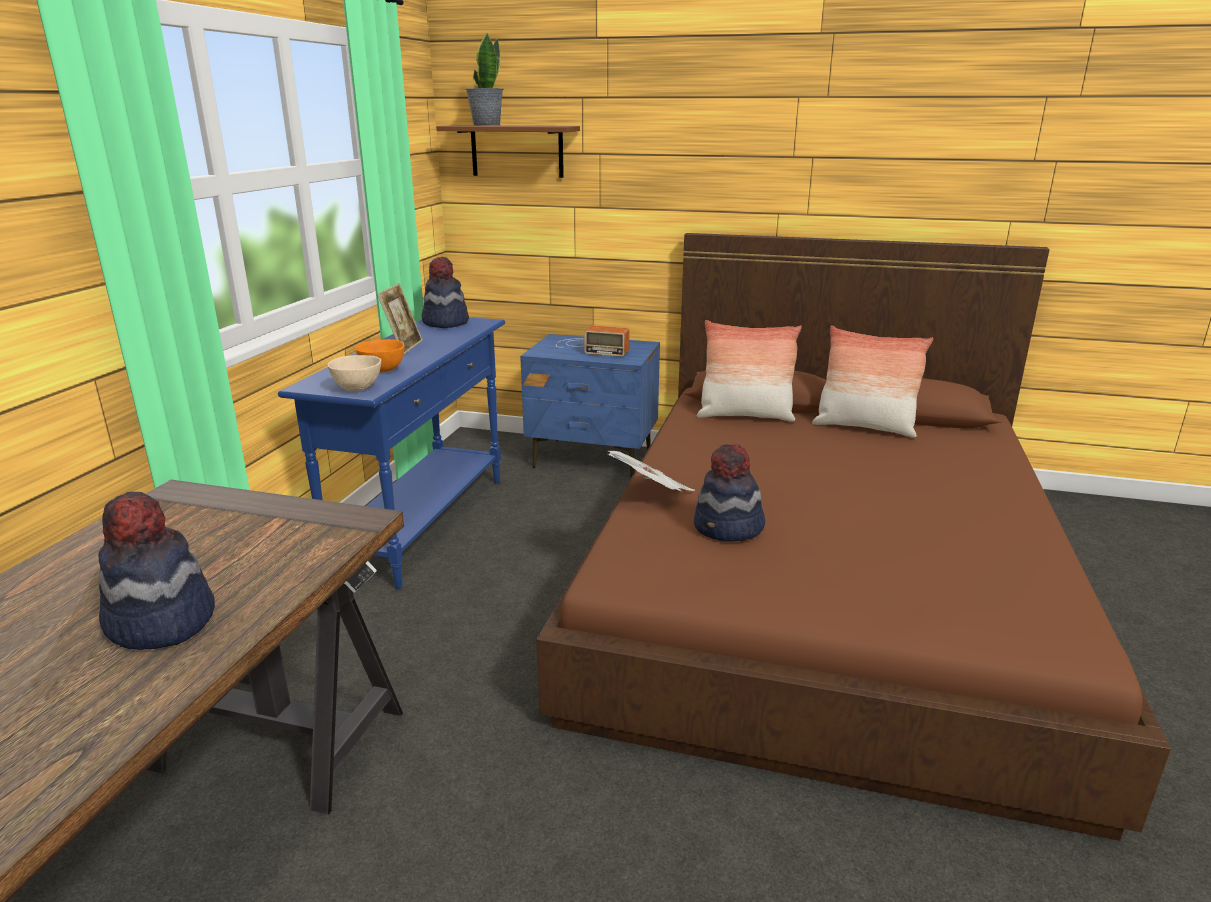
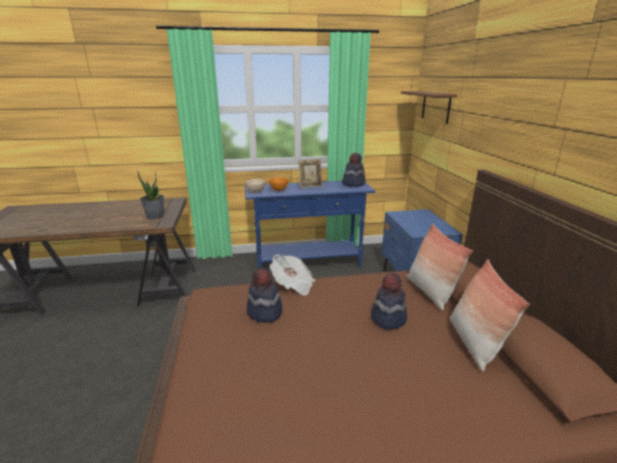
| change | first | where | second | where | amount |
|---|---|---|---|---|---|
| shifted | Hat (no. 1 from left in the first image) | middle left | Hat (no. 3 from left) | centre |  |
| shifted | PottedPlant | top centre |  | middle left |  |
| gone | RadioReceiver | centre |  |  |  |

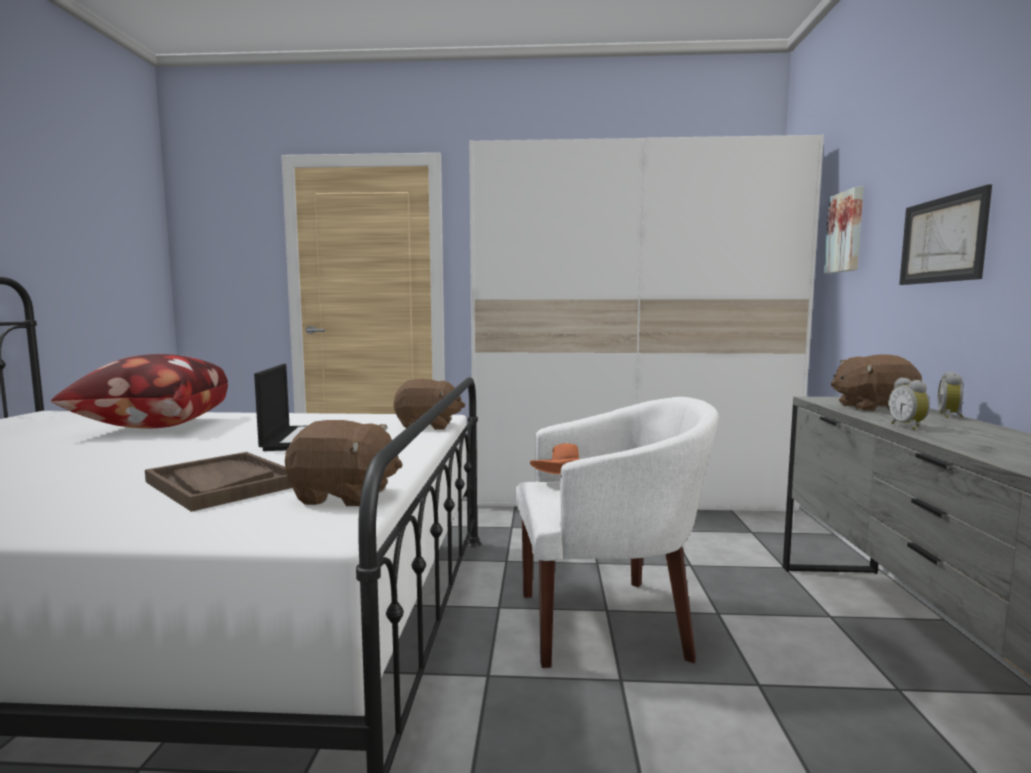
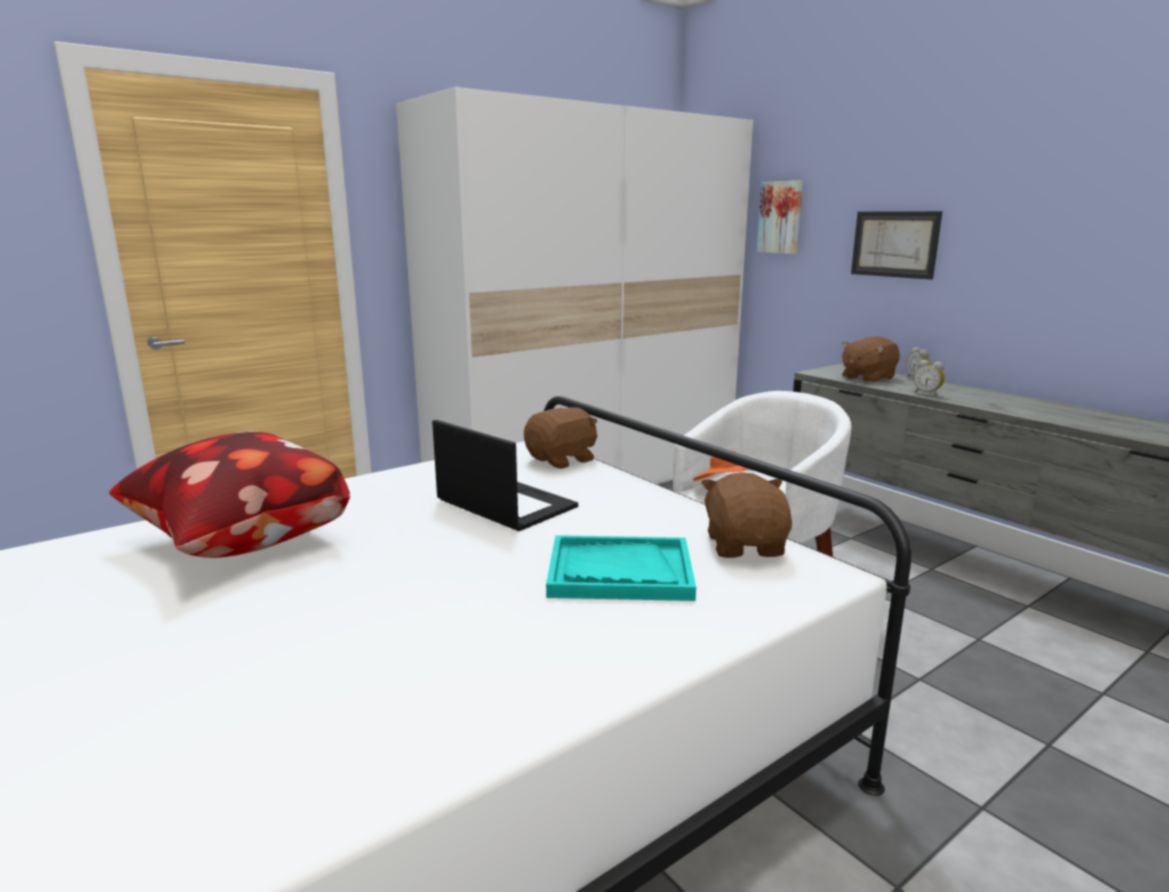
| change | first | where | second | where | amount |
|---|---|---|---|---|---|
| repainted | BrownTray | middle left | BlueGreenTray | centre |  |
| rotated | BrownSoftToy (no. 1 from left in the first image) | centre | BrownSoftToy (no. 2 from left) | centre | 60 degrees counterclockwise |

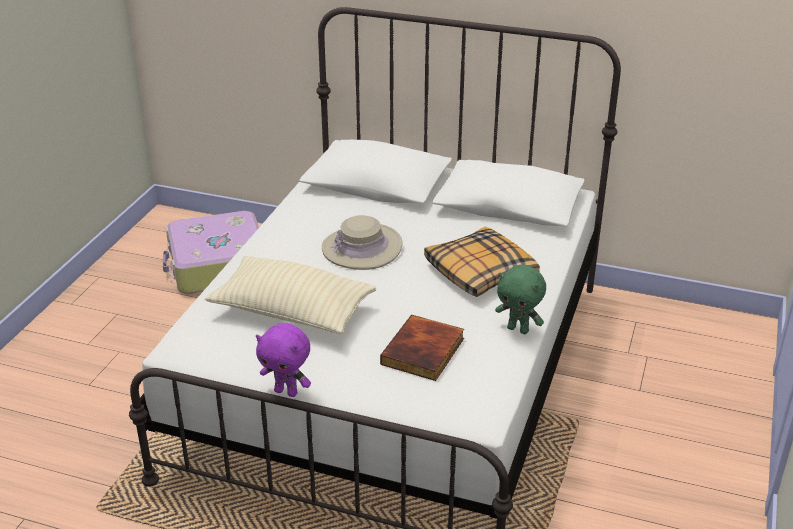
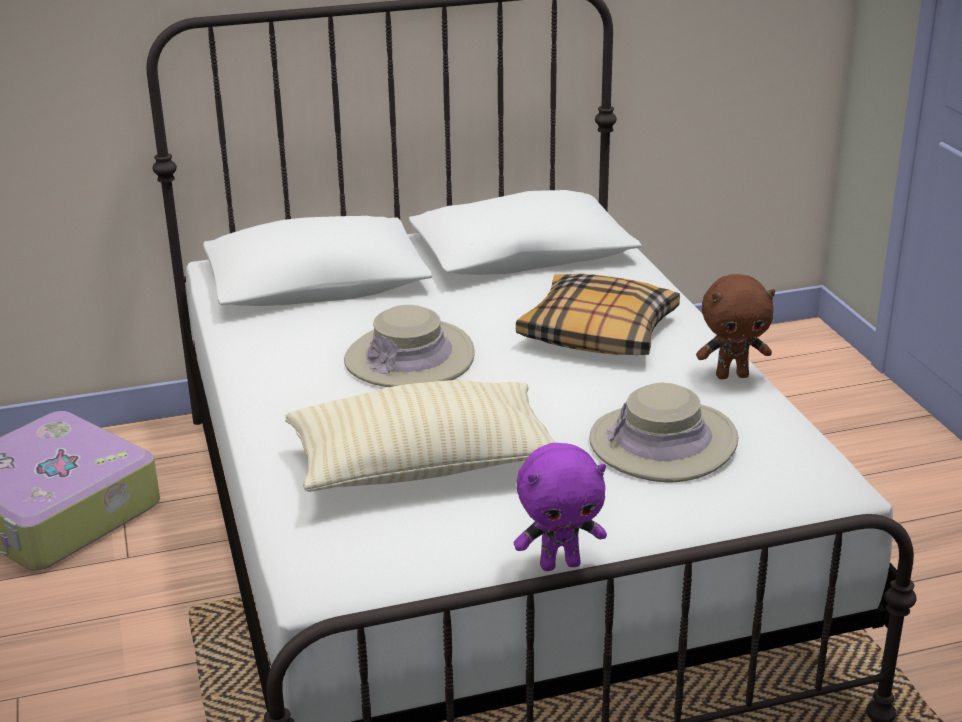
| change | first | where | second | where | amount |
|---|---|---|---|---|---|
| swapped | Book | centre | BeigeColouredHat (no. 2 from left) | middle right |  |
| repainted | GreenSoftToy | centre | BrownSoftToy | middle right |  |

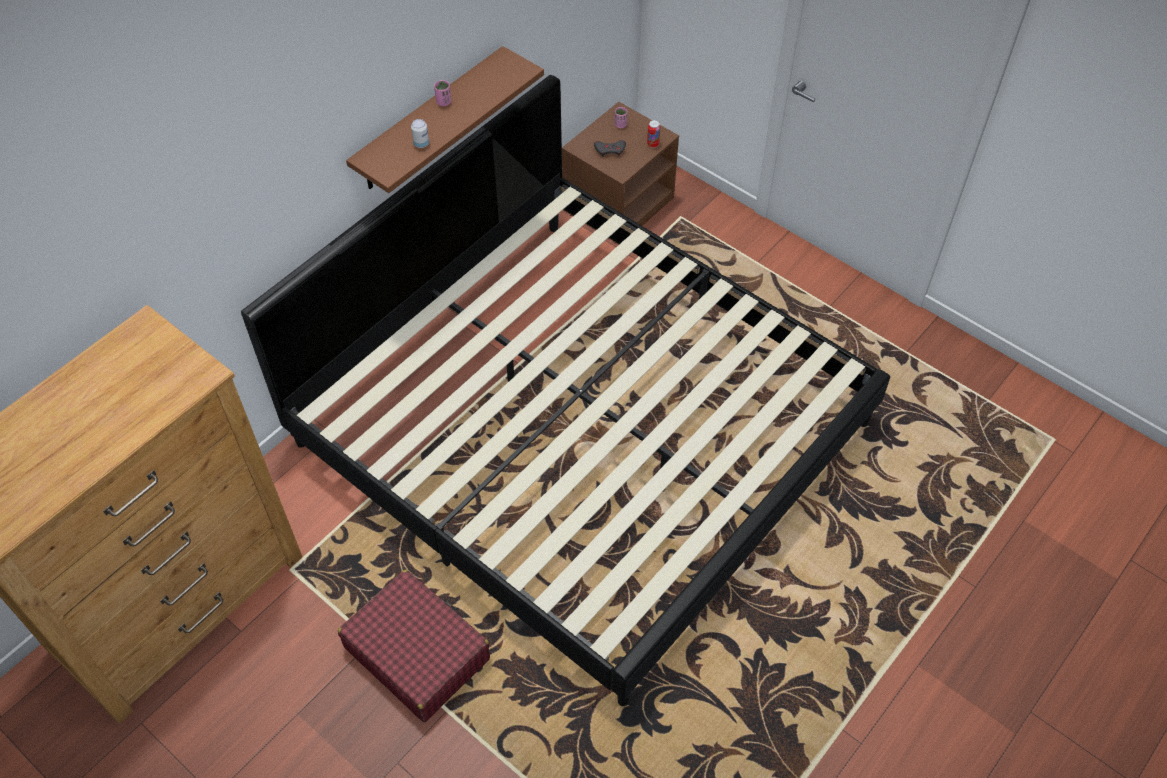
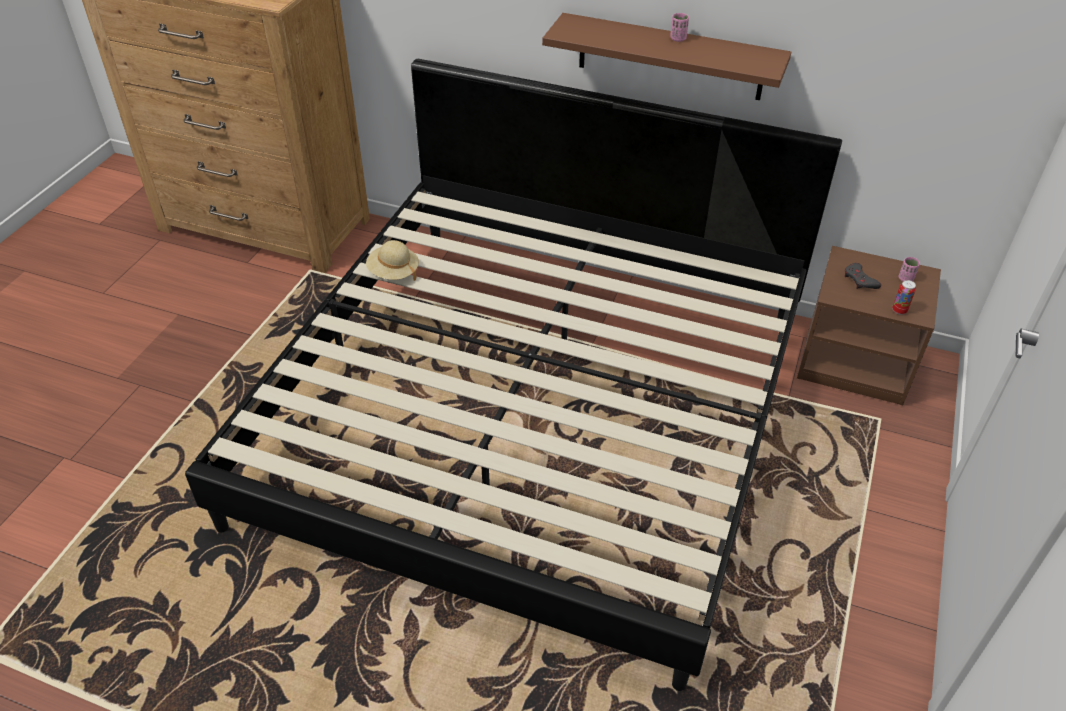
| change | first | where | second | where | amount |
|---|---|---|---|---|---|
| gone | RedColouredSuitcase | bottom centre |  |  |  |
| gone | Can (no. 1 from left) | top centre |  |  |  |
| new |  |  | BeigeColouredHat | centre |  |

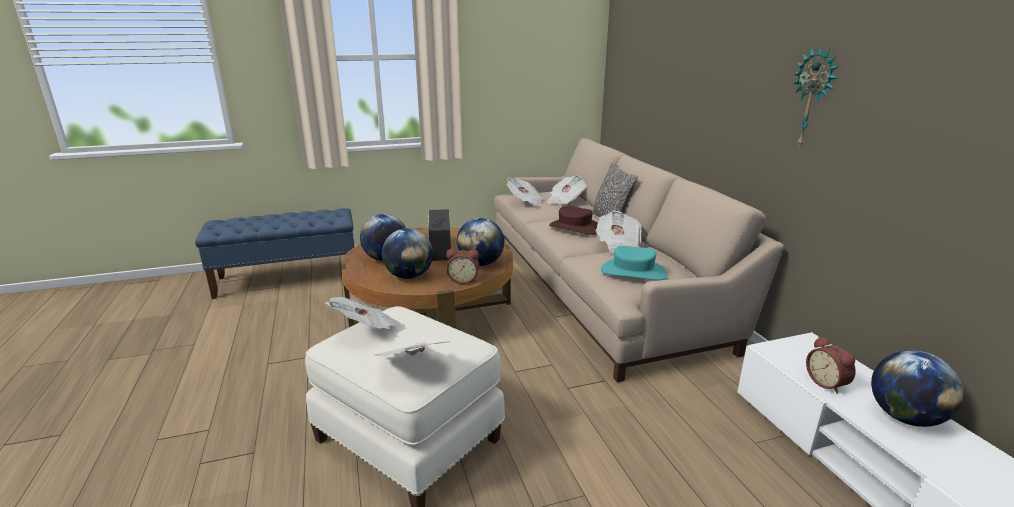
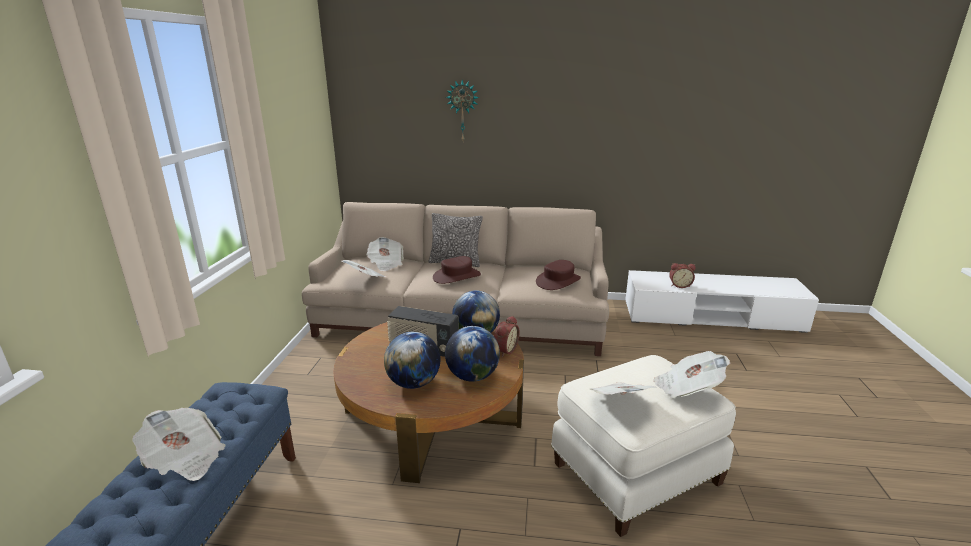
| change | first | where | second | where | amount |
|---|---|---|---|---|---|
| shifted | DailyPaper (no. 5 from left in the first image) | centre | DailyPaper (no. 1 from left) | bottom left |  |
| repainted | BlueGreenHat | centre | BrownHat (no. 2 from left) | centre |  |
| shifted | ClockOnTheWall | top right |  | top centre |  |
| gone | DeskGlobe (no. 4 from left) | bottom right |  |  |  |

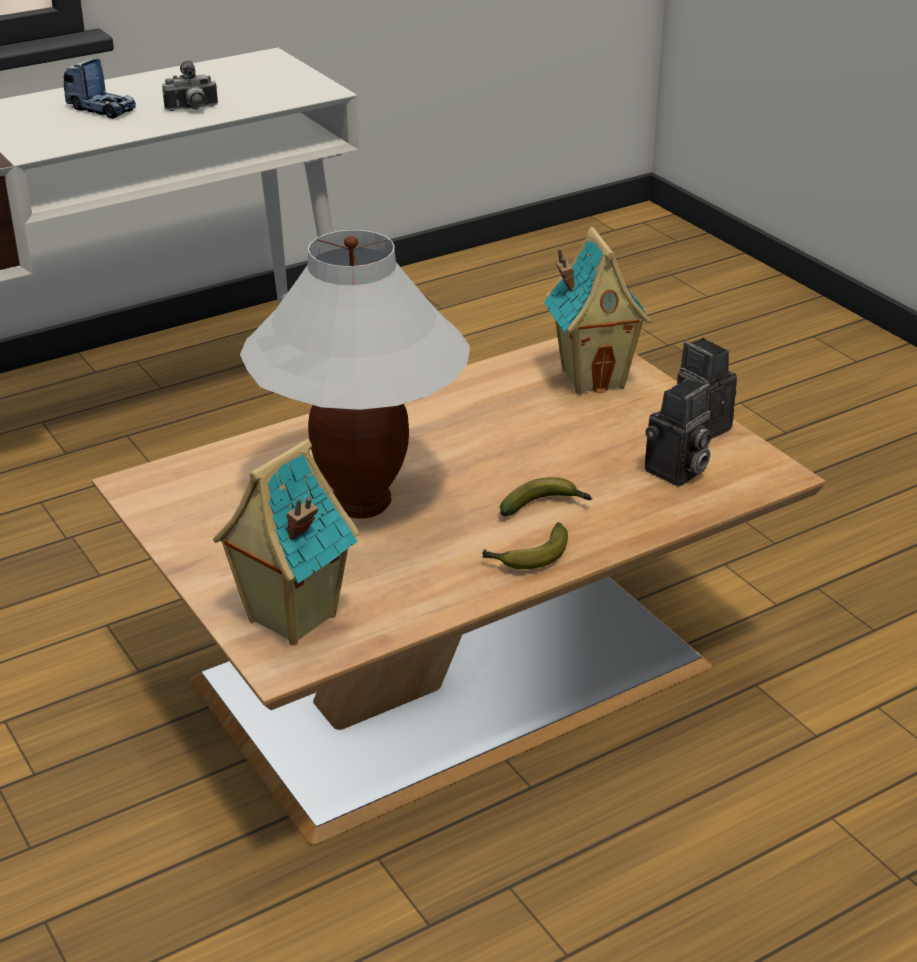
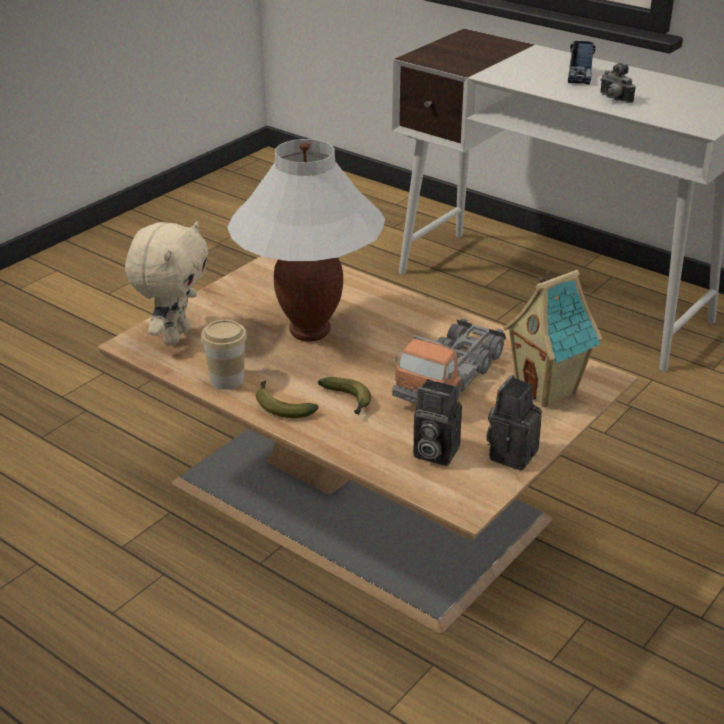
| change | first | where | second | where | amount |
|---|---|---|---|---|---|
| swapped | ToyHouse (no. 1 from left) | middle left | BeigeColouredSoftToy | middle left |  |
| new |  |  | DrinkingCup | middle left |  |
| new |  |  | ToyLorry (no. 1 from left) | centre |  |

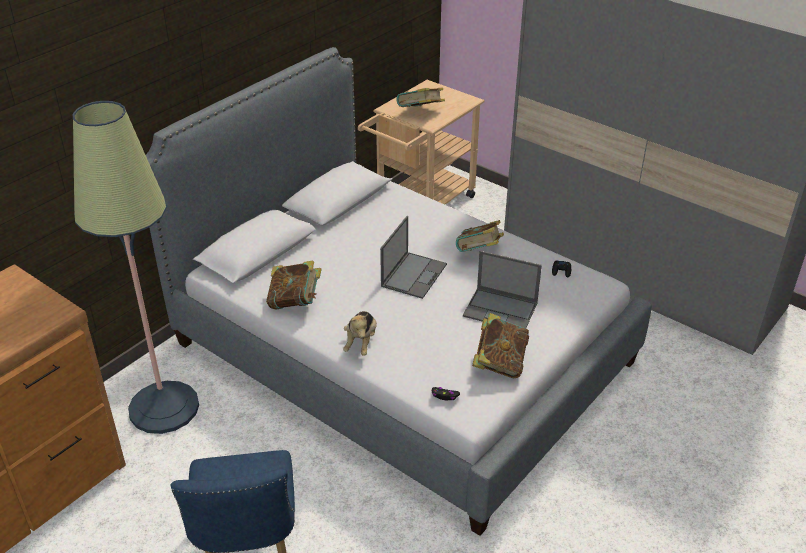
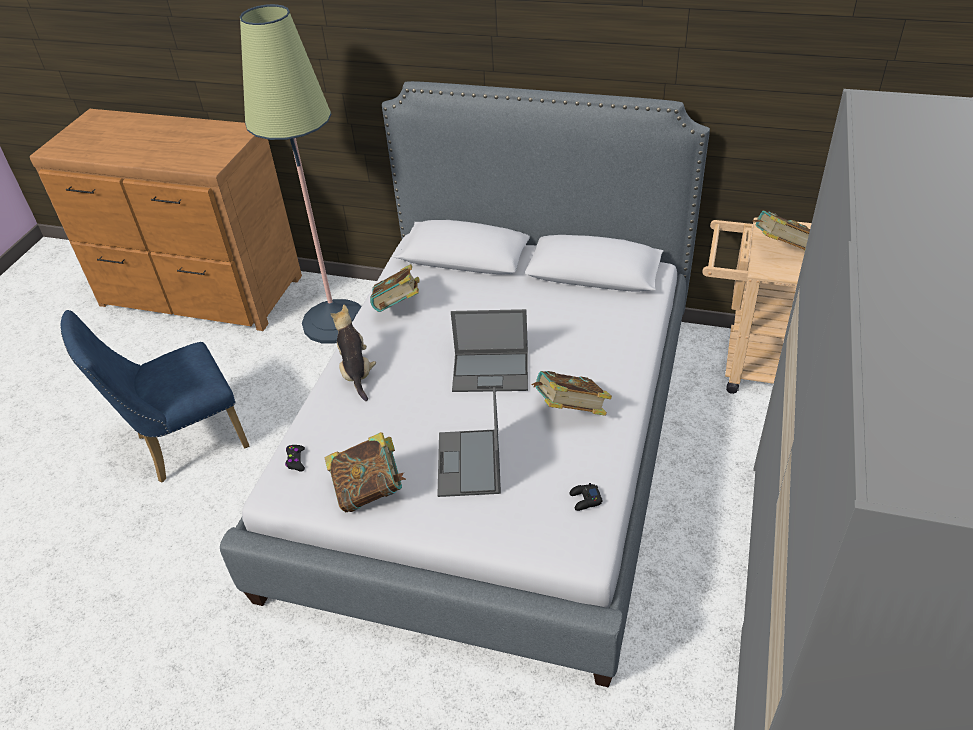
| change | first | where | second | where | amount |
|---|---|---|---|---|---|
| rotated | SoftToy | centre |  | centre | 90 degrees clockwise |

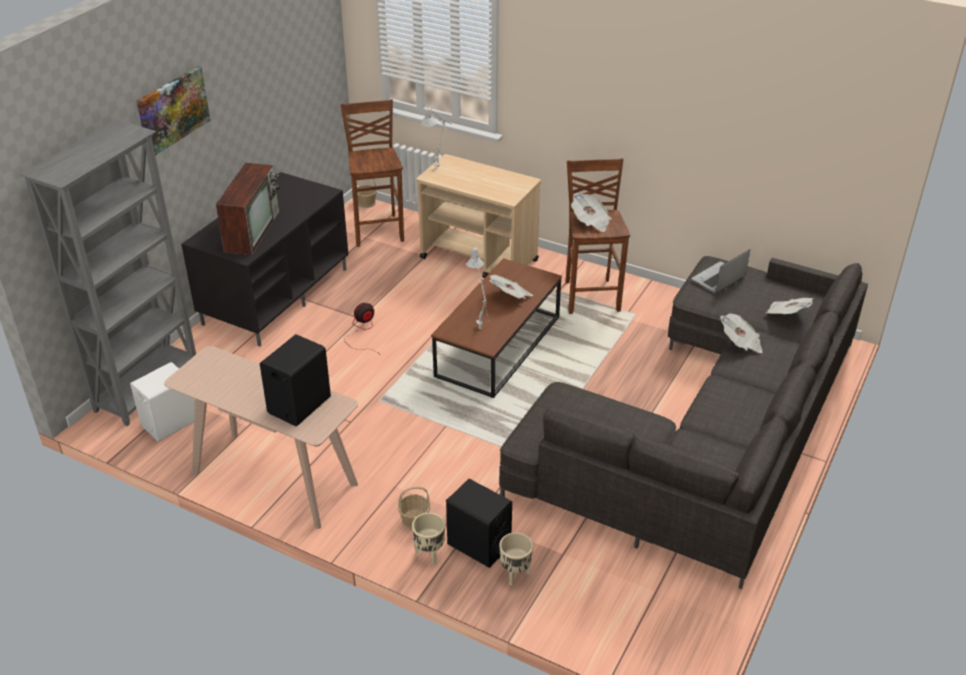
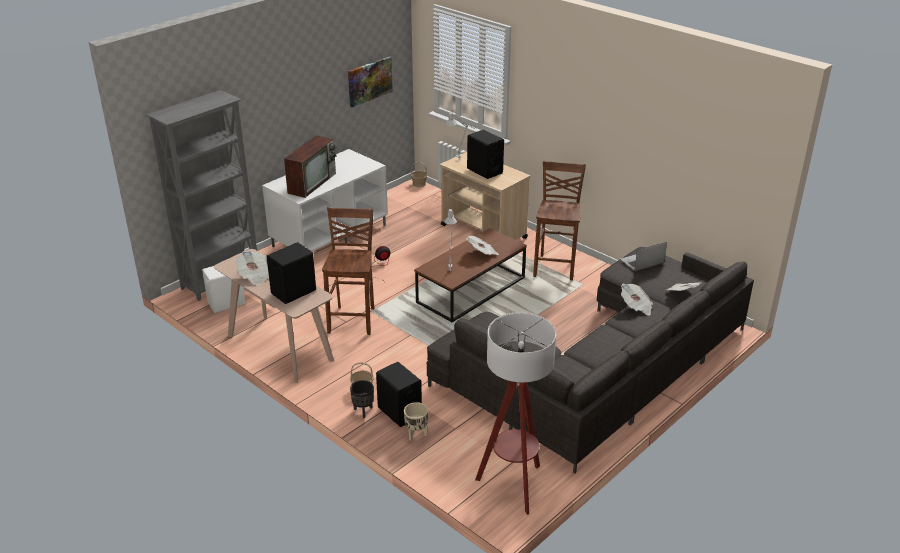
| change | first | where | second | where | amount |
|---|---|---|---|---|---|
| shifted | Picture | top left |  | top centre |  |
| repainted | BlackTvUnit | middle left | WhiteTvUnit | centre |  |
| shifted | BrownStoolSeat (no. 1 from left) | top centre |  | centre |  |
| repainted | BeigeColouredFlowerPot (no. 1 from left) | bottom centre | BlackFlowerPot | bottom centre |  |
| shifted | DailyPaper (no. 2 from left in the first image) | top centre | DailyPaper (no. 1 from left) | middle left |  |
| new |  |  | BlackLoudspeaker (no. 3 from left) | top centre |  |
| new |  |  | StandardLamp | bottom centre |  |

